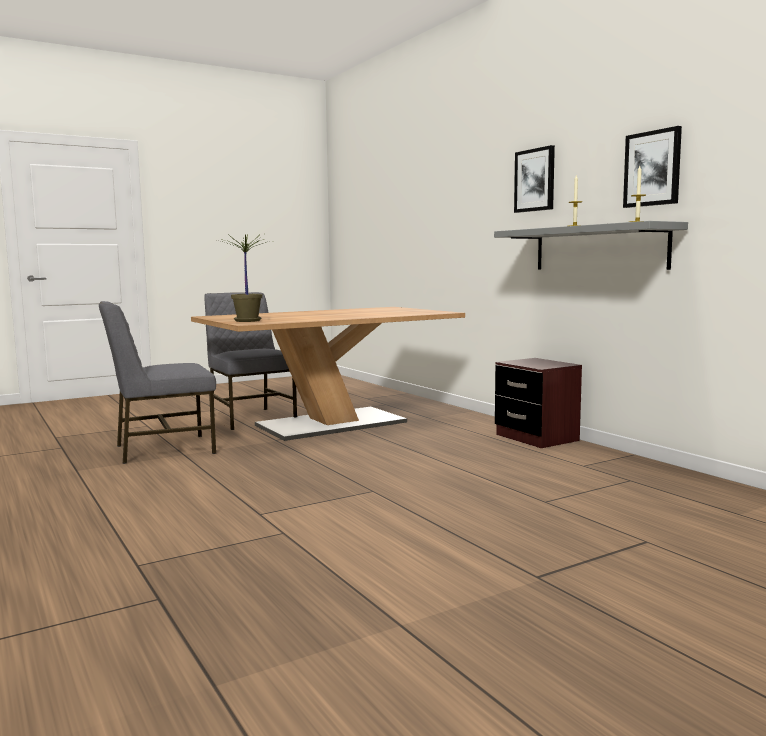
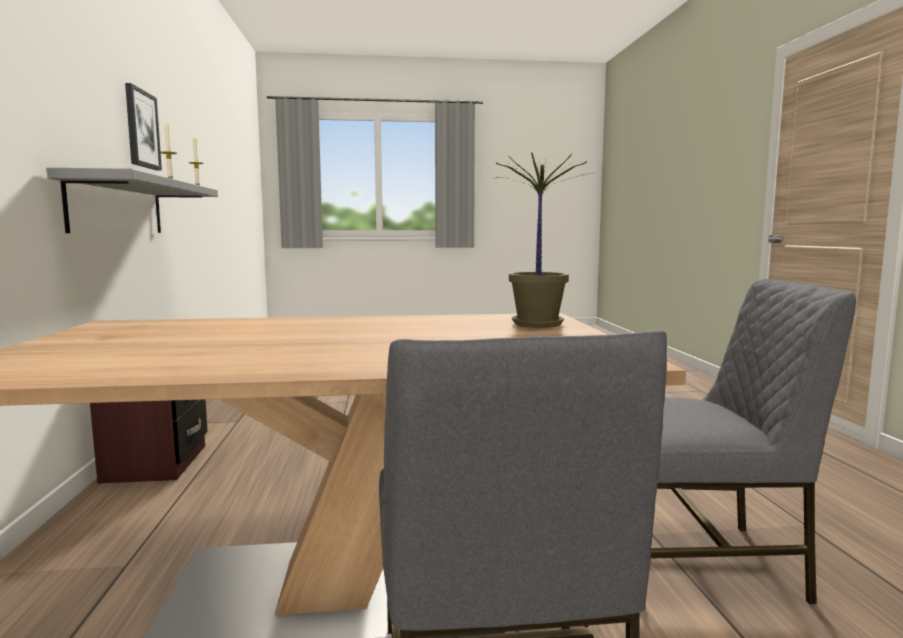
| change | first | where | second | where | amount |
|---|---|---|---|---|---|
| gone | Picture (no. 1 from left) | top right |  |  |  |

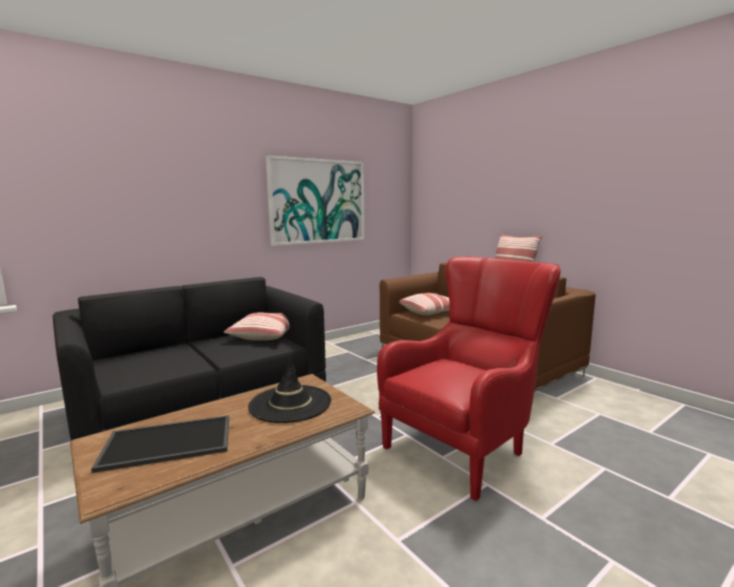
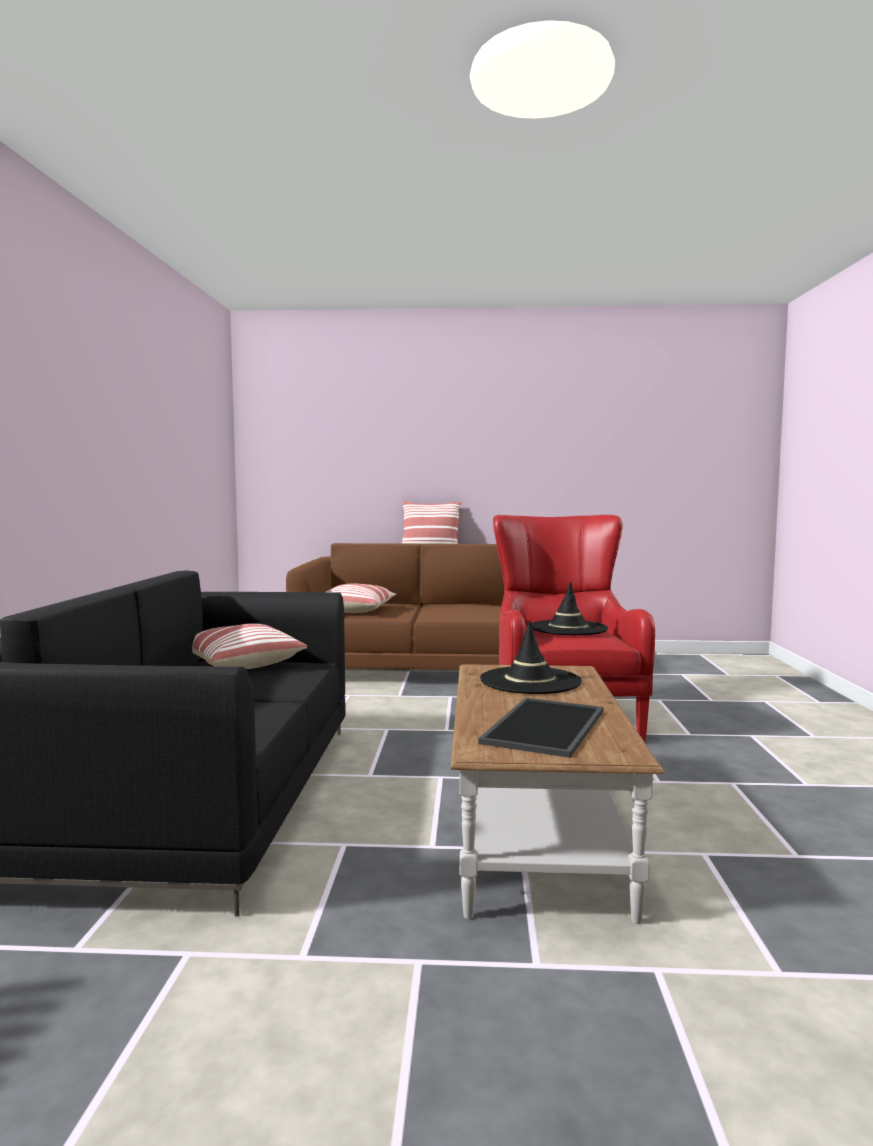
| change | first | where | second | where | amount |
|---|---|---|---|---|---|
| gone | Picture | centre |  |  |  |
| new |  |  | BlackHat (no. 2 from left) | centre |  |

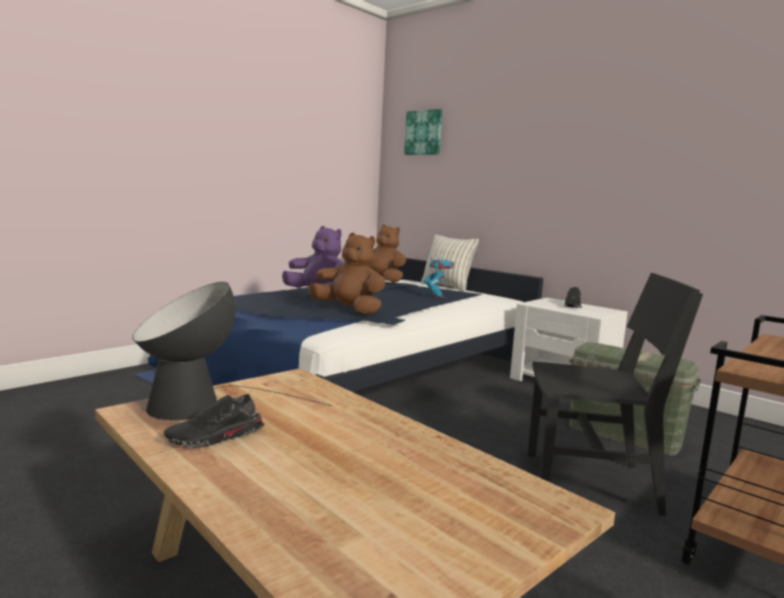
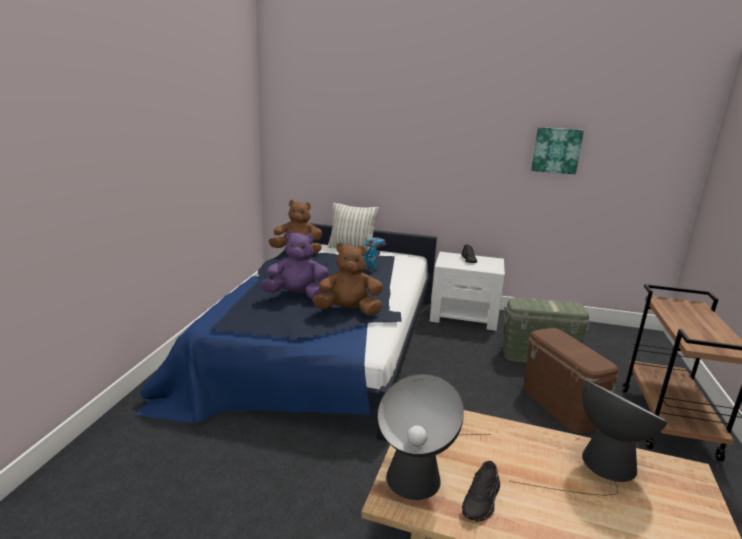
| change | first | where | second | where | amount |
|---|---|---|---|---|---|
| shifted | Picture | top centre |  | top right |  |
| swapped | BlackPlainChair | middle right | BrownStorageBox | bottom right |  |
| new |  |  | TableLamp (no. 2 from left) | bottom right |  |

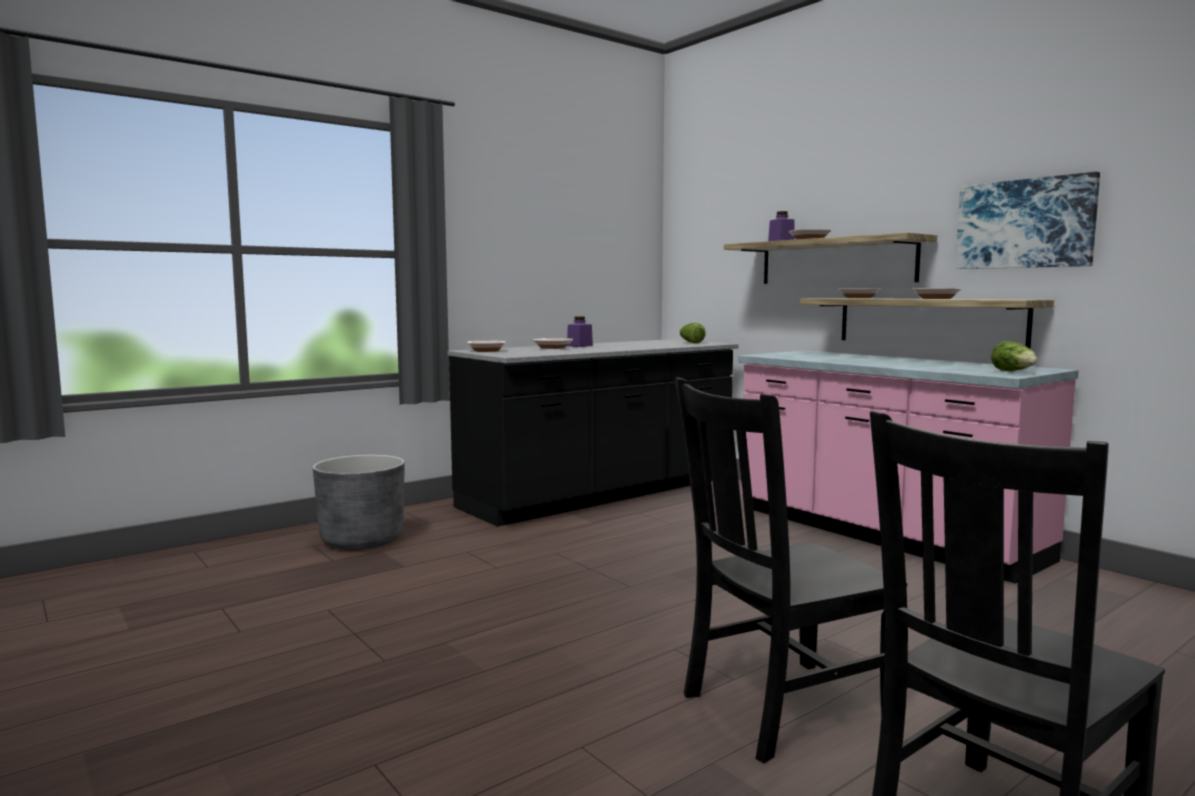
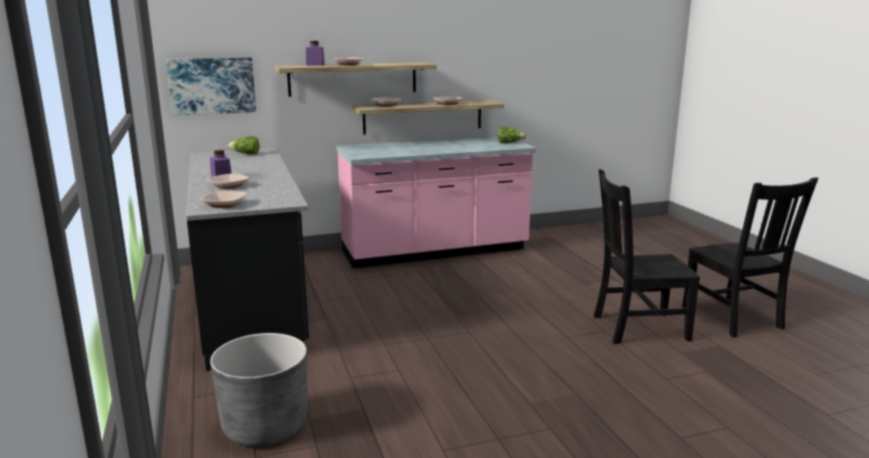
| change | first | where | second | where | amount |
|---|---|---|---|---|---|
| rotated | BlackPlainChair (no. 1 from left) | bottom centre |  | middle right | 90 degrees clockwise |
| shifted | Picture | top right |  | top left |  |

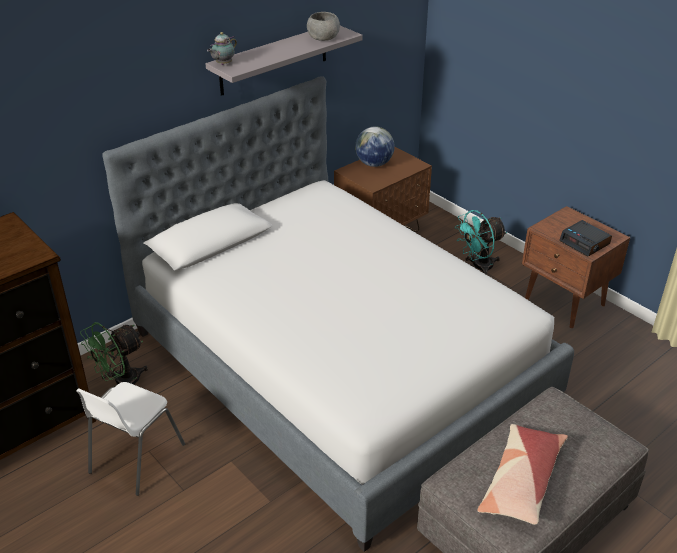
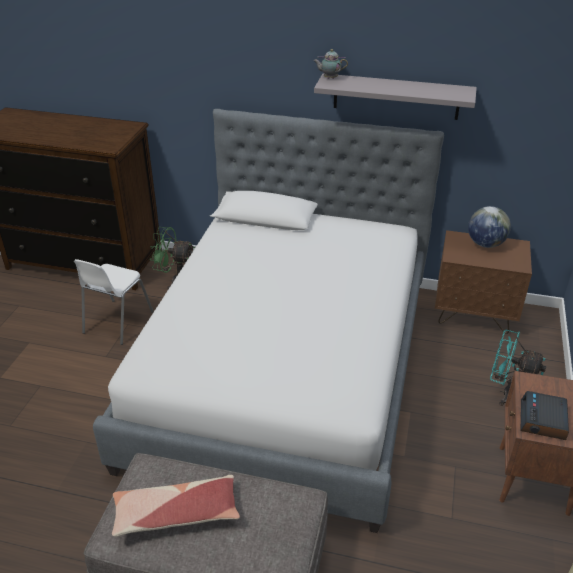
| change | first | where | second | where | amount |
|---|---|---|---|---|---|
| rotated | WhitePlainChair | bottom left |  | middle left | 60 degrees counterclockwise |
| gone | GreyishBowl | top centre |  |  |  |

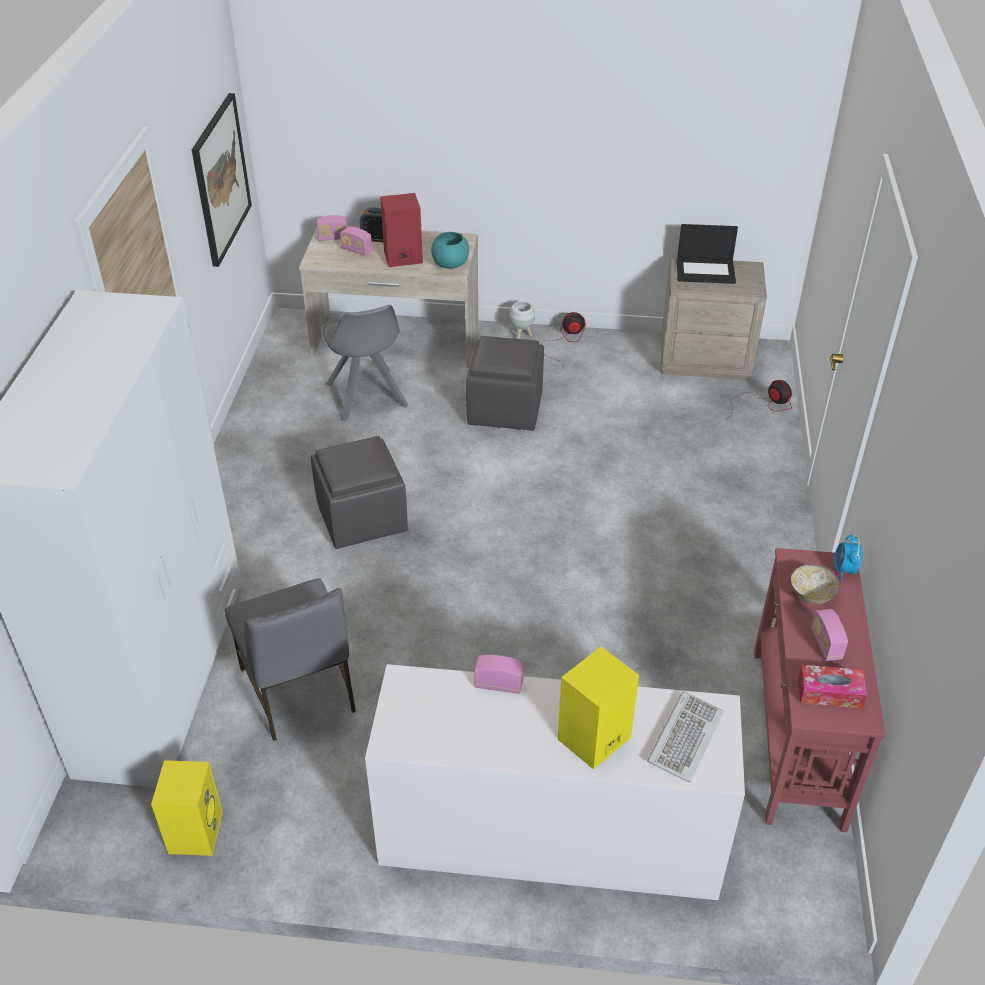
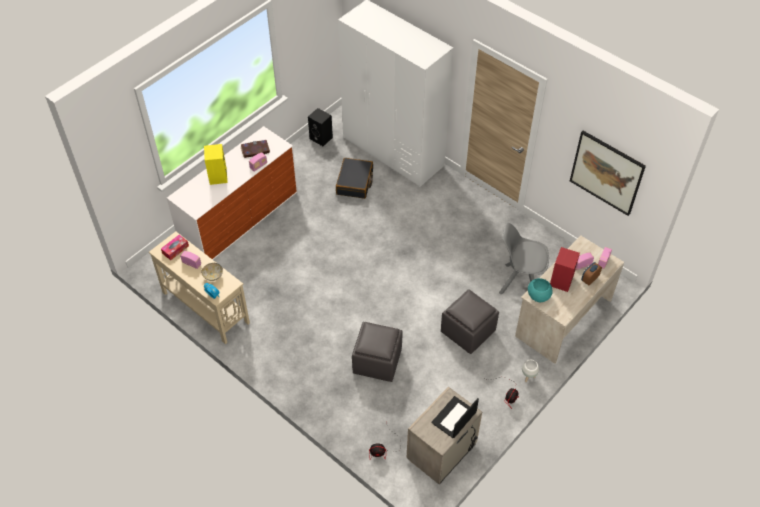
| change | first | where | second | where | amount |
|---|---|---|---|---|---|
| repainted | YellowLoudspeaker (no. 1 from left) | bottom left | BlackLoudspeaker | top centre |  |
| swapped | GreyishPlainChair (no. 1 from left) | bottom left | BlackSuitcase | centre |  |
| shifted | GreyishOttoman (no. 1 from left) | centre |  | bottom centre |  |
| gone | PcKeyboard | bottom right |  |  |  |
| repainted | RedColouredNarrowTable | bottom right | BeigeColouredNarrowTable | middle left |  |
| new |  |  | Book | top centre |  |

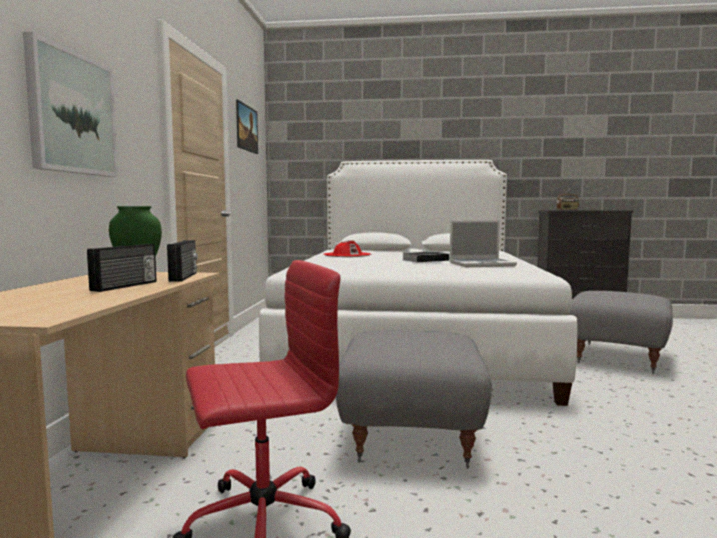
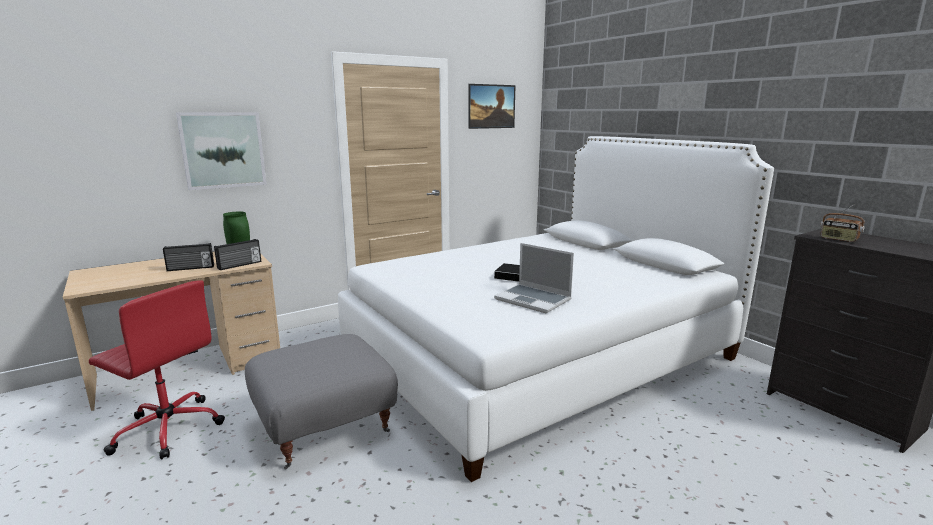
| change | first | where | second | where | amount |
|---|---|---|---|---|---|
| gone | RedColouredHat | centre |  |  |  |
| gone | GreyishOttoman (no. 2 from left) | middle right |  |  |  |

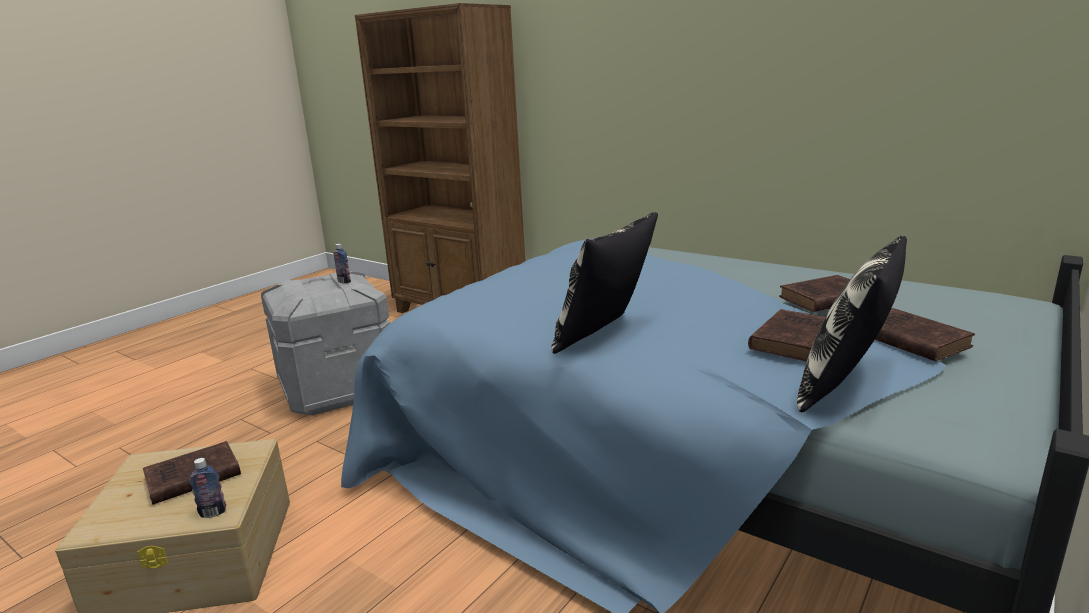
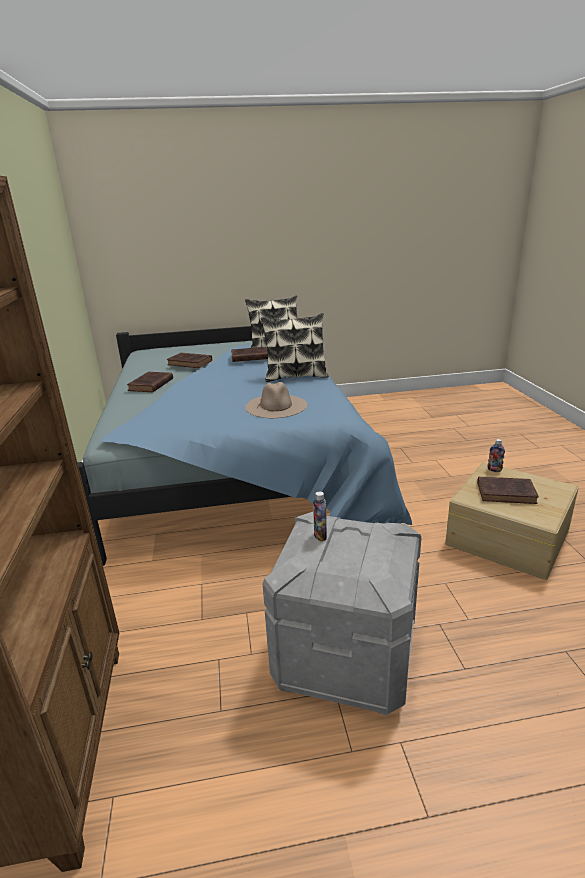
| change | first | where | second | where | amount |
|---|---|---|---|---|---|
| shifted | BrownBook (no. 4 from left in the first image) | middle right | BrownBook (no. 1 from left) | middle left |  |
| new |  |  | BeigeColouredHat | centre |  |

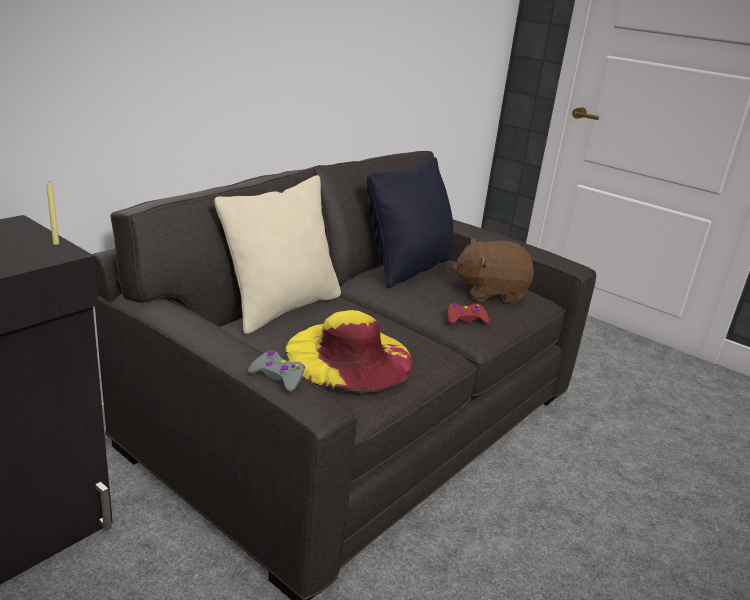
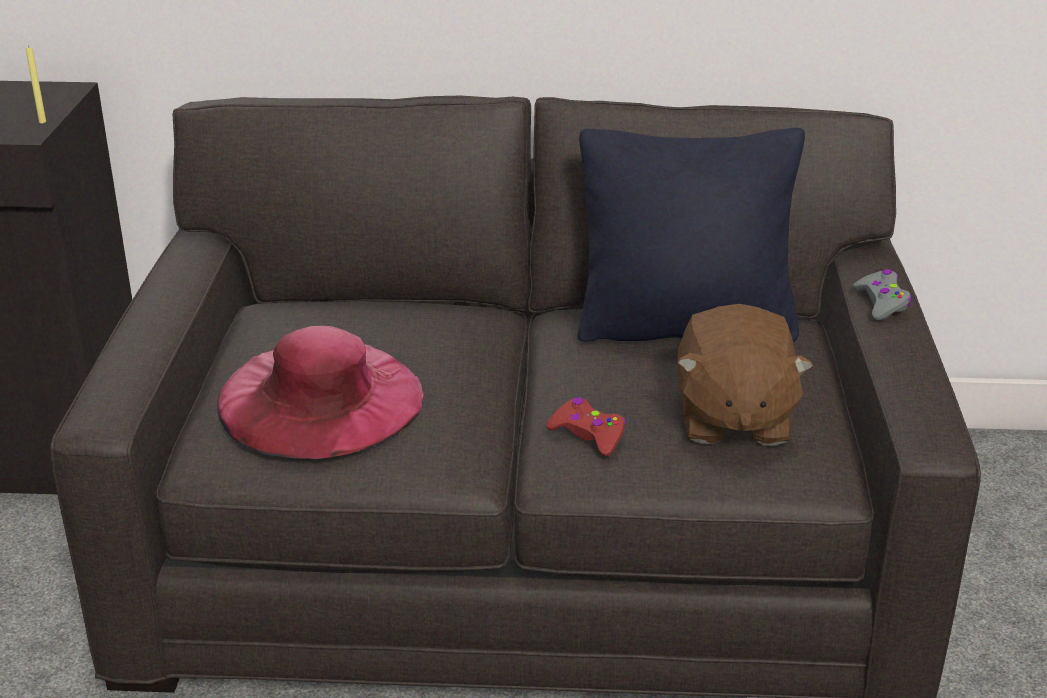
| change | first | where | second | where | amount |
|---|---|---|---|---|---|
| gone | BeigeColouredThrowPillow | centre |  |  |  |
| shifted | GreyishJoypad | centre |  | middle right |  |
| repainted | YellowHat | centre | PinkColouredHat | middle left |  |
| rotated | BrownSoftToy | centre |  | middle right | 135 degrees counterclockwise |

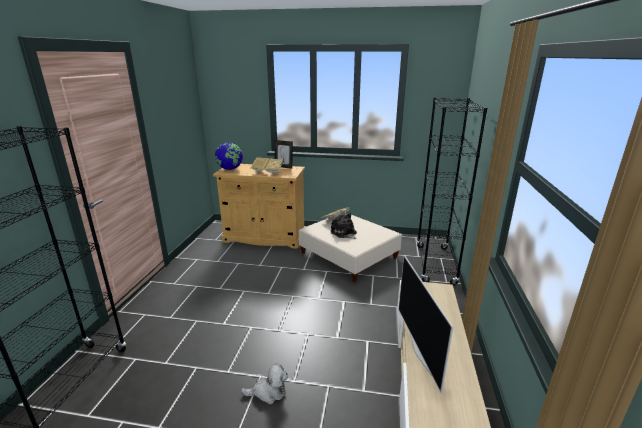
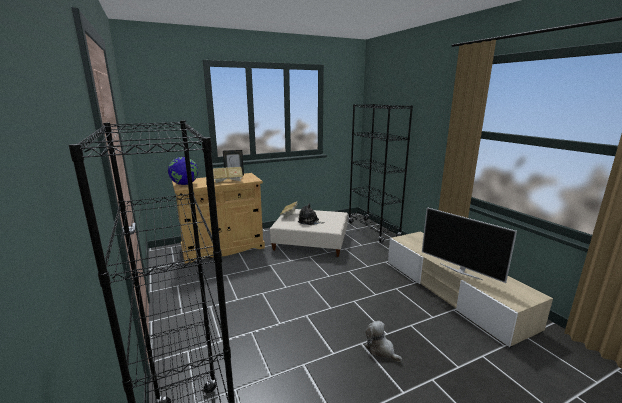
| change | first | where | second | where | amount |
|---|---|---|---|---|---|
| rotated | SoftToy (no. 1 from left in the first image) | bottom centre | SoftToy (no. 2 from left) | bottom centre | 90 degrees counterclockwise |

